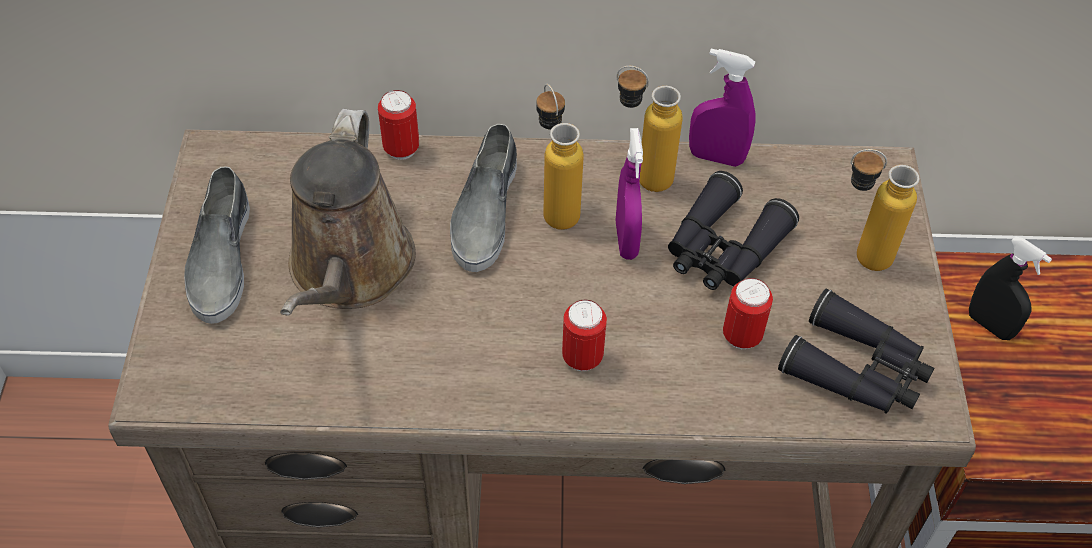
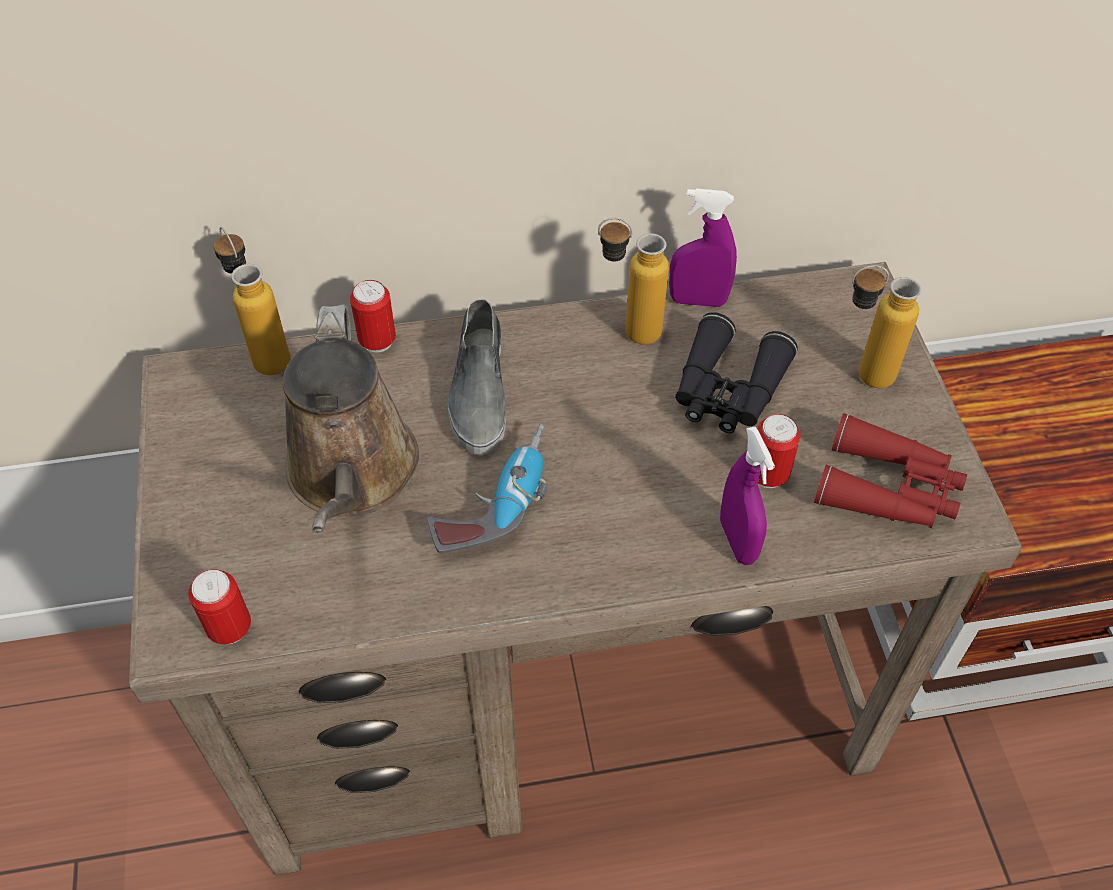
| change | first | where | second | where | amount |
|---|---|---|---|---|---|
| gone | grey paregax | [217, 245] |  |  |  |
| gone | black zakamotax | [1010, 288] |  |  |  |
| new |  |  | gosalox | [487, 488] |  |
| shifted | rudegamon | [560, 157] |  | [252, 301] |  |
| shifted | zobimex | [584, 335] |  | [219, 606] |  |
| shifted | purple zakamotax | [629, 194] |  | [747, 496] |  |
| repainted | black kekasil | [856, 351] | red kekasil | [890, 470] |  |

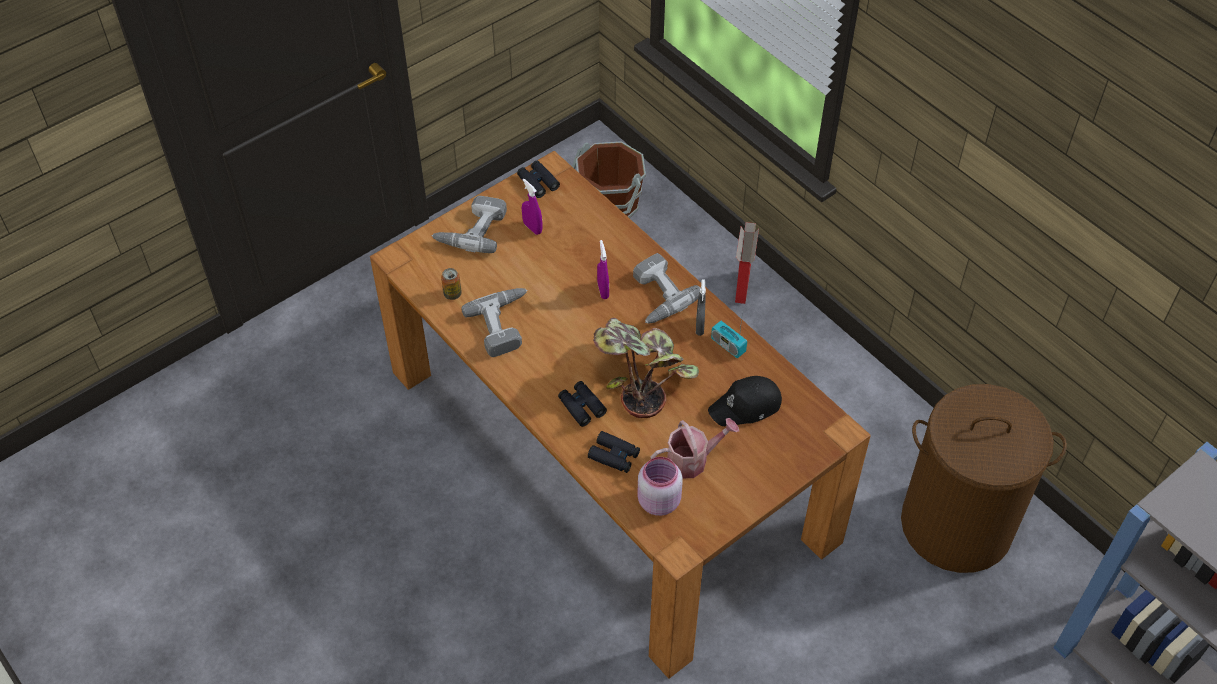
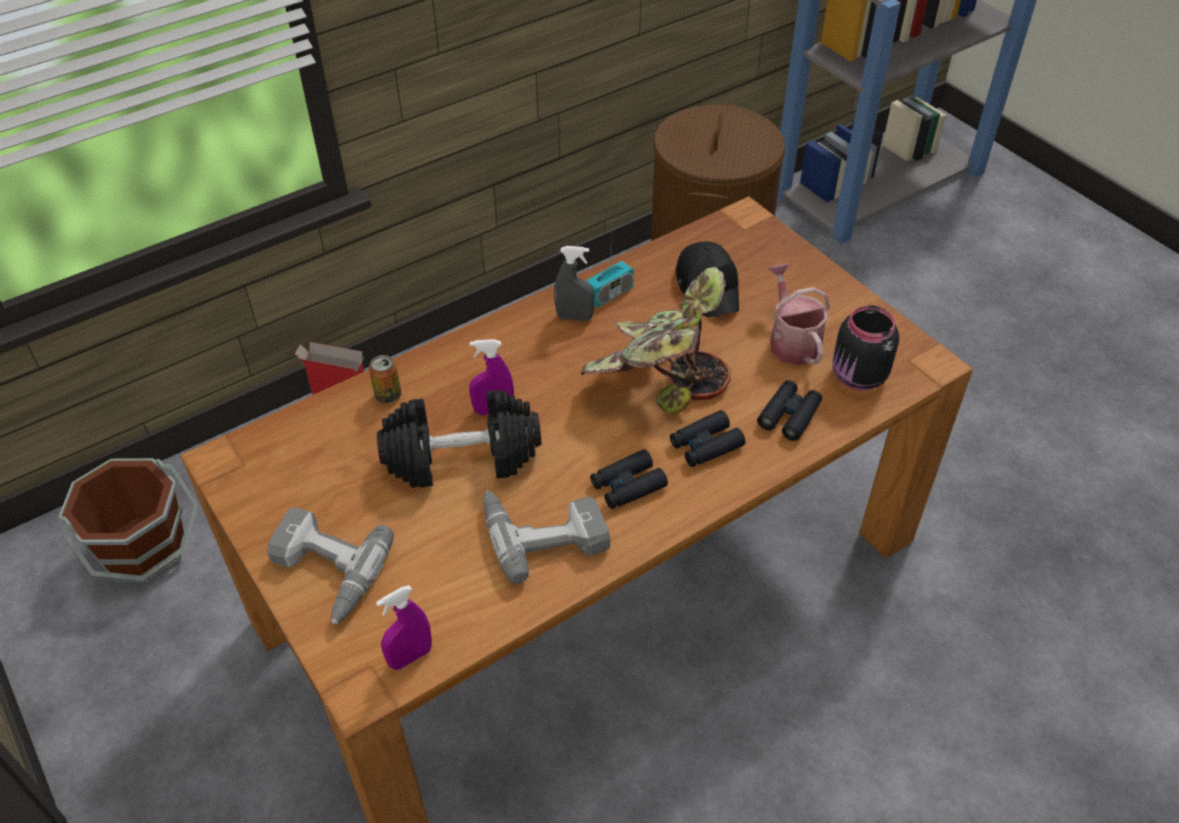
| change | first | where | second | where | amount |
|---|---|---|---|---|---|
| gone | gosalox | [666, 288] |  |  |  |
| new |  |  | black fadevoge | [459, 439] |  |
| shifted | zobimex | [451, 284] |  | [385, 379] |  |
| shifted | black kekasil | [538, 179] |  | [629, 479] |  |
| shifted | purple zakamotax | [532, 207] |  | [404, 627] |  |
| repainted | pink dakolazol | [660, 486] | black dakolazol | [866, 348] |  |

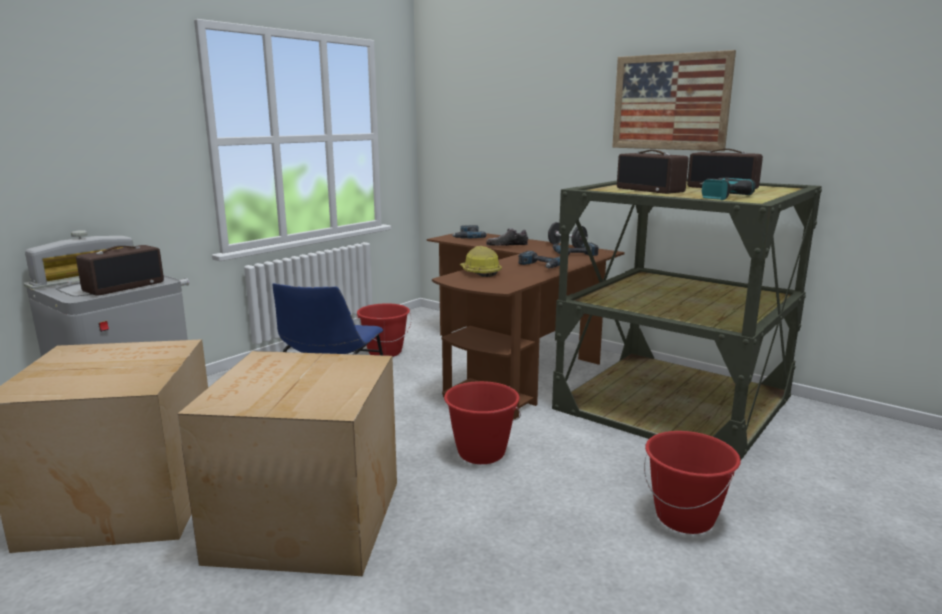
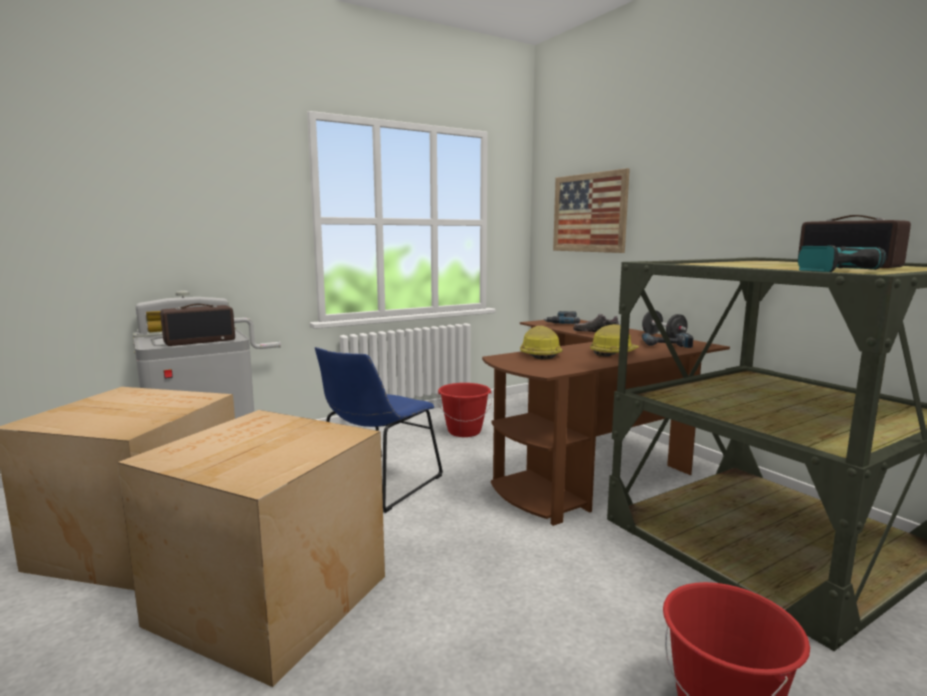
| change | first | where | second | where | amount |
|---|---|---|---|---|---|
| gone | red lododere | [482, 422] |  |  |  |
| gone | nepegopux | [653, 172] |  |  |  |
| shifted | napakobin | [674, 100] |  | [591, 210] |  |
| swapped | gosalox | [539, 259] | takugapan | [614, 340] |  |

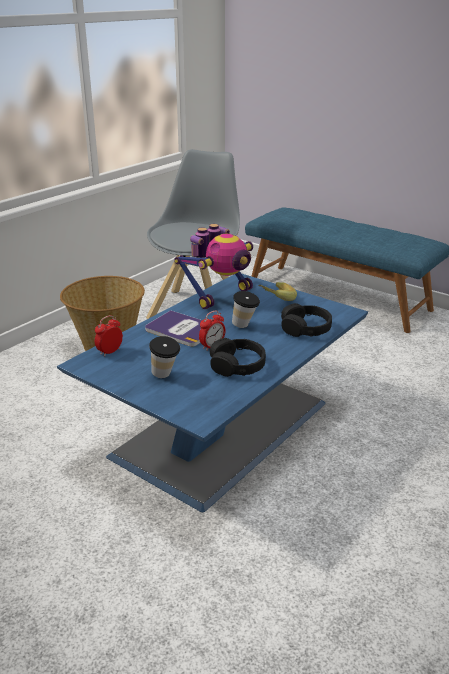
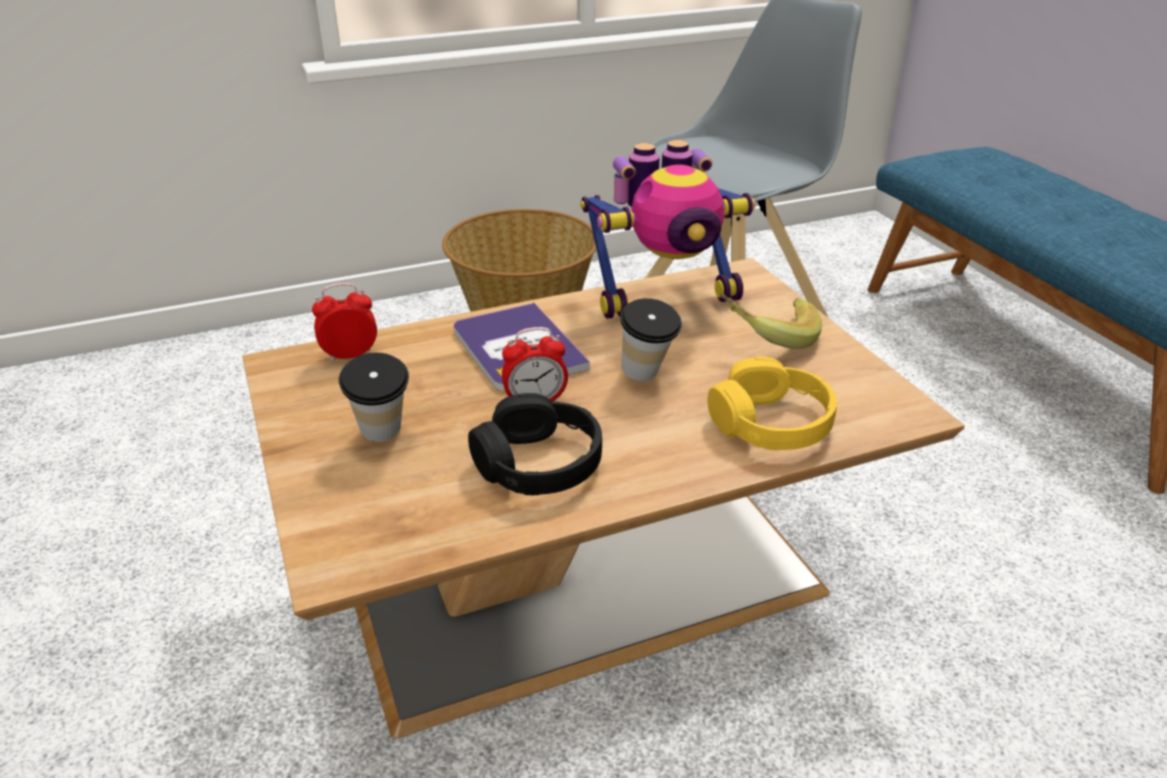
| change | first | where | second | where | amount |
|---|---|---|---|---|---|
| repainted | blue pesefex | [212, 392] | brown pesefex | [603, 498] |  |
| repainted | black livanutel | [306, 320] | yellow livanutel | [772, 403] |  |

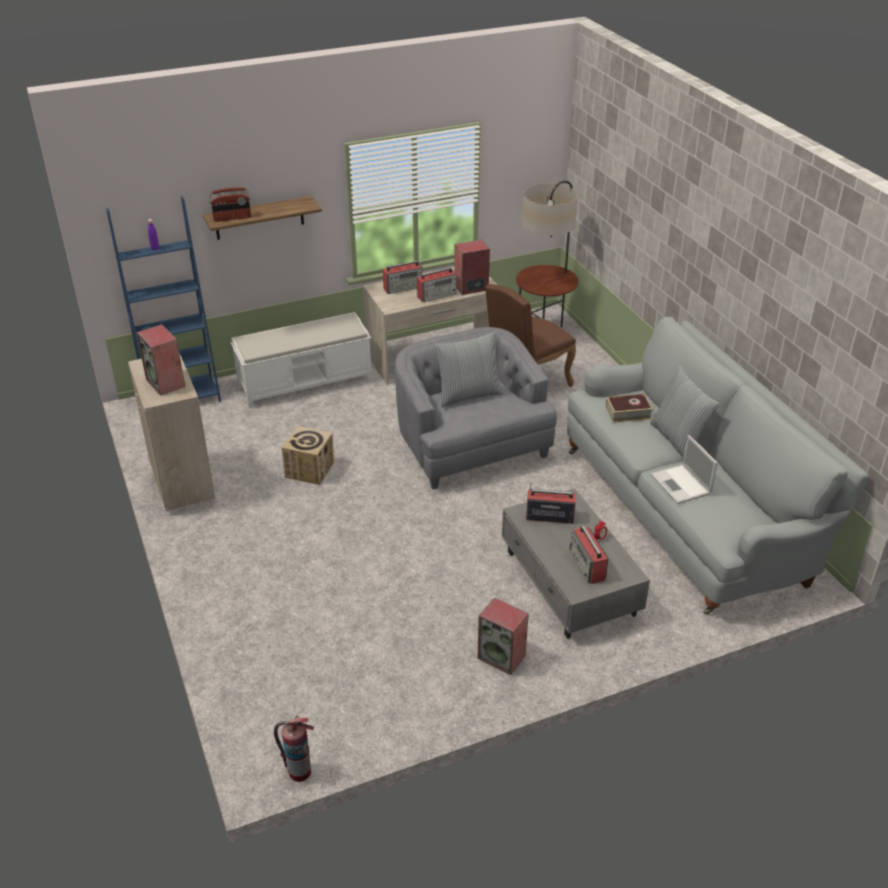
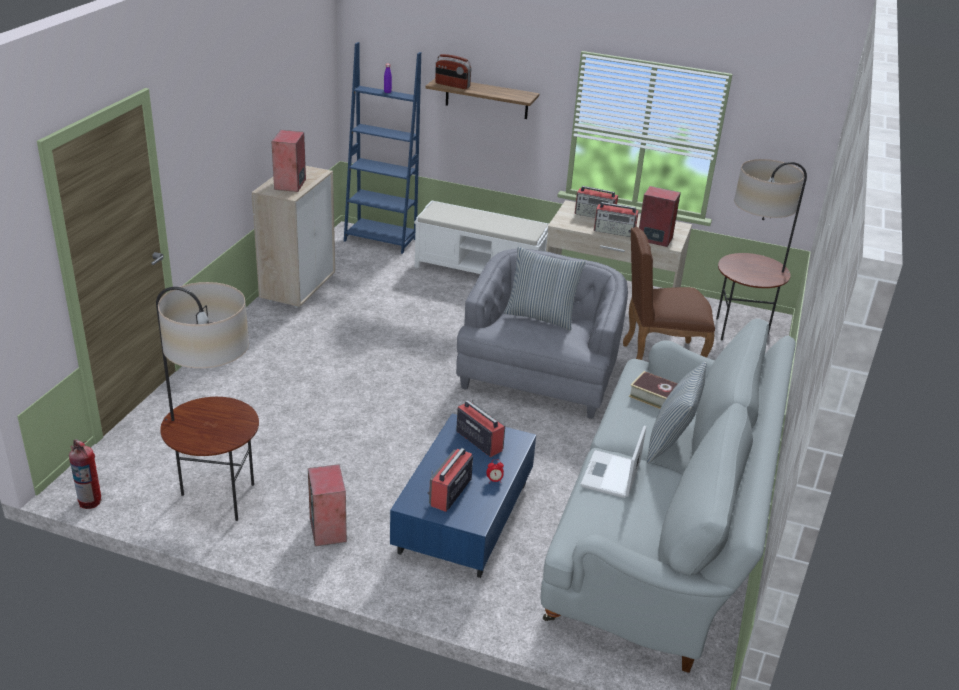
| change | first | where | second | where | amount |
|---|---|---|---|---|---|
| gone | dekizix | [308, 455] |  |  |  |
| new |  |  | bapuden | [207, 401] |  |
| repainted | grey pesefex | [576, 564] | blue pesefex | [463, 495] |  |

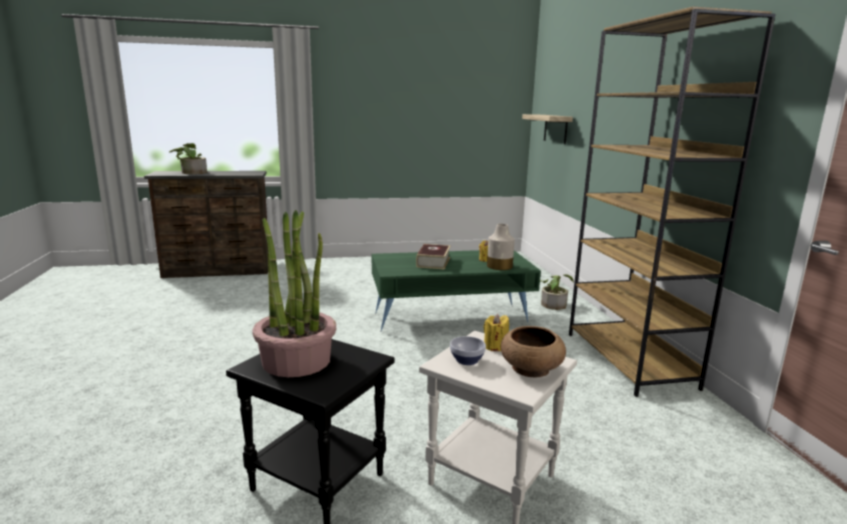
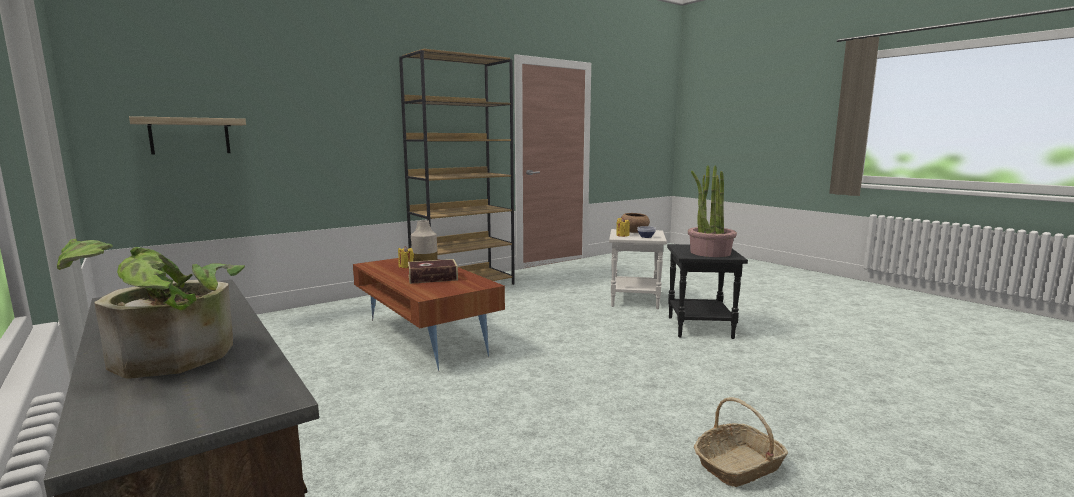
| change | first | where | second | where | amount |
|---|---|---|---|---|---|
| gone | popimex | [557, 292] |  |  |  |
| new |  |  | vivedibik | [741, 442] |  |
| repainted | green pesefex | [456, 290] | brown pesefex | [429, 314] |  |

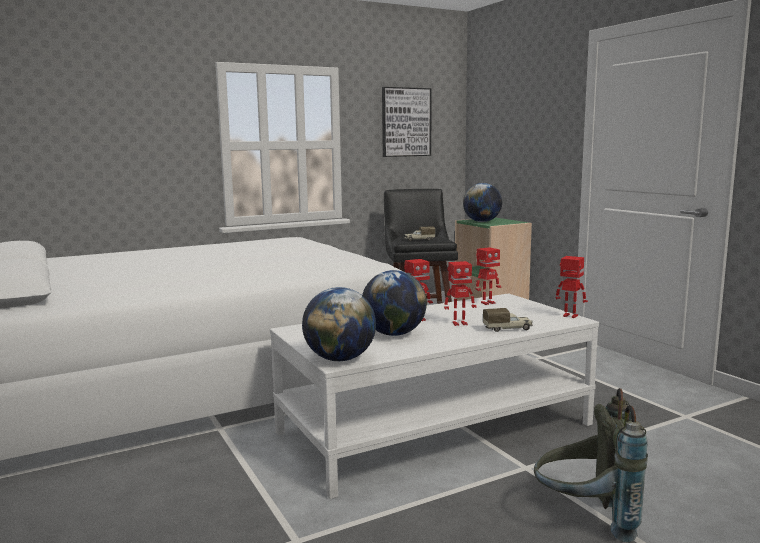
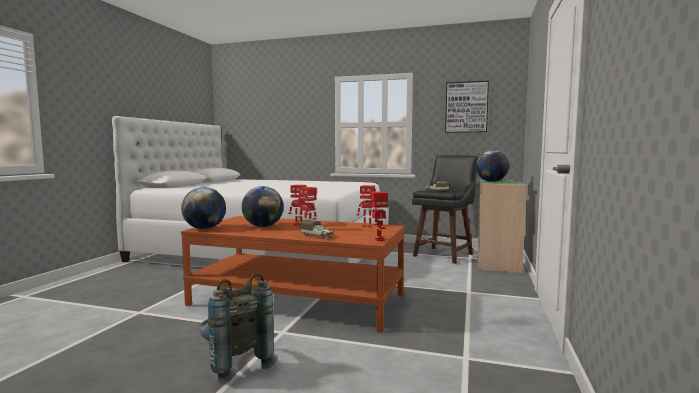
| change | first | where | second | where | amount |
|---|---|---|---|---|---|
| repainted | white pesefex | [434, 396] | brown pesefex | [293, 274] |  |

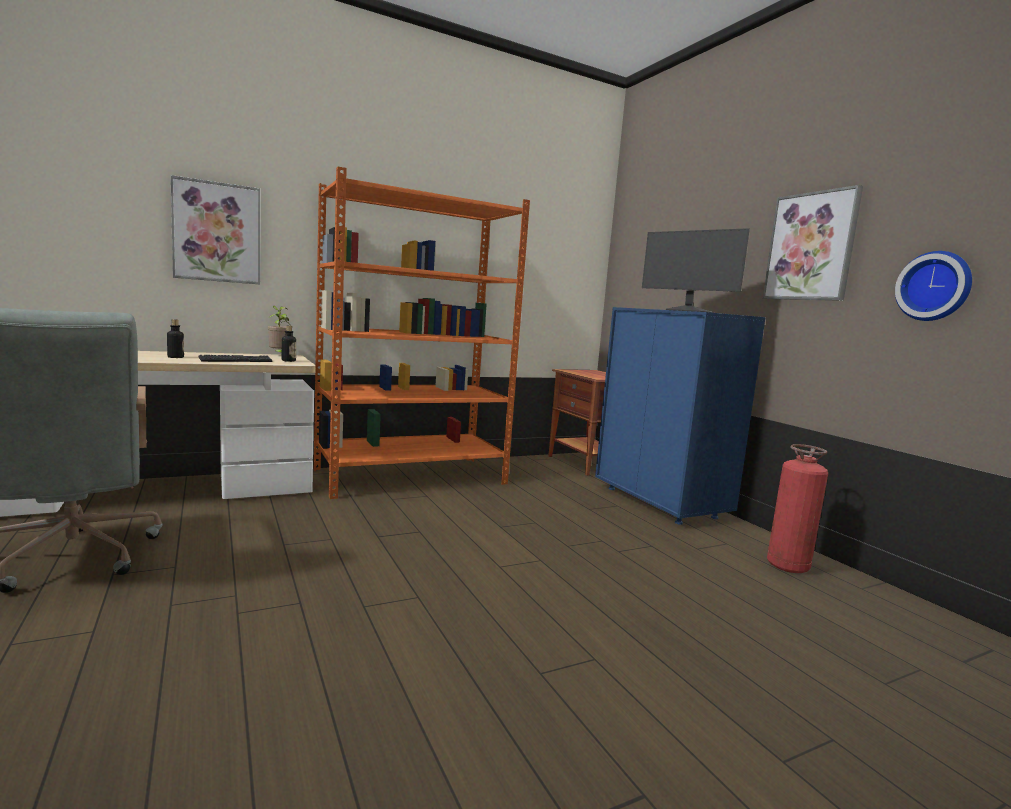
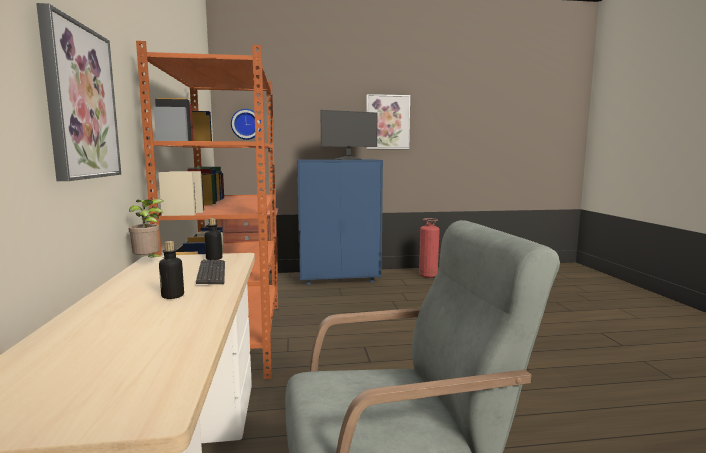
| change | first | where | second | where | amount |
|---|---|---|---|---|---|
| shifted | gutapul | [933, 286] |  | [246, 124] |  |

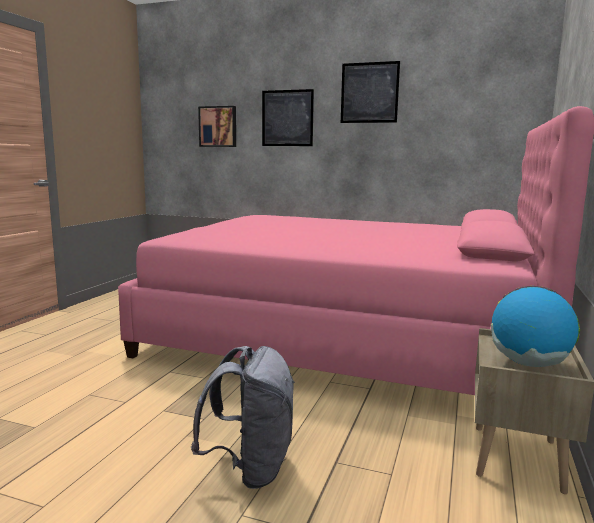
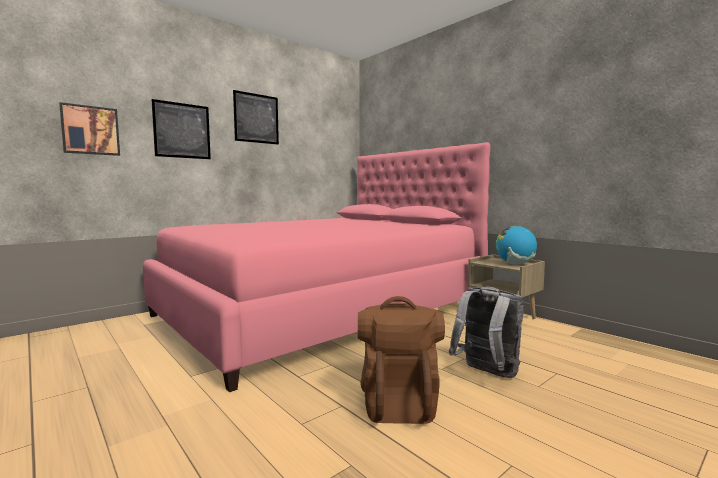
| change | first | where | second | where | amount |
|---|---|---|---|---|---|
| new |  |  | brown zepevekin | [401, 360] |  |

